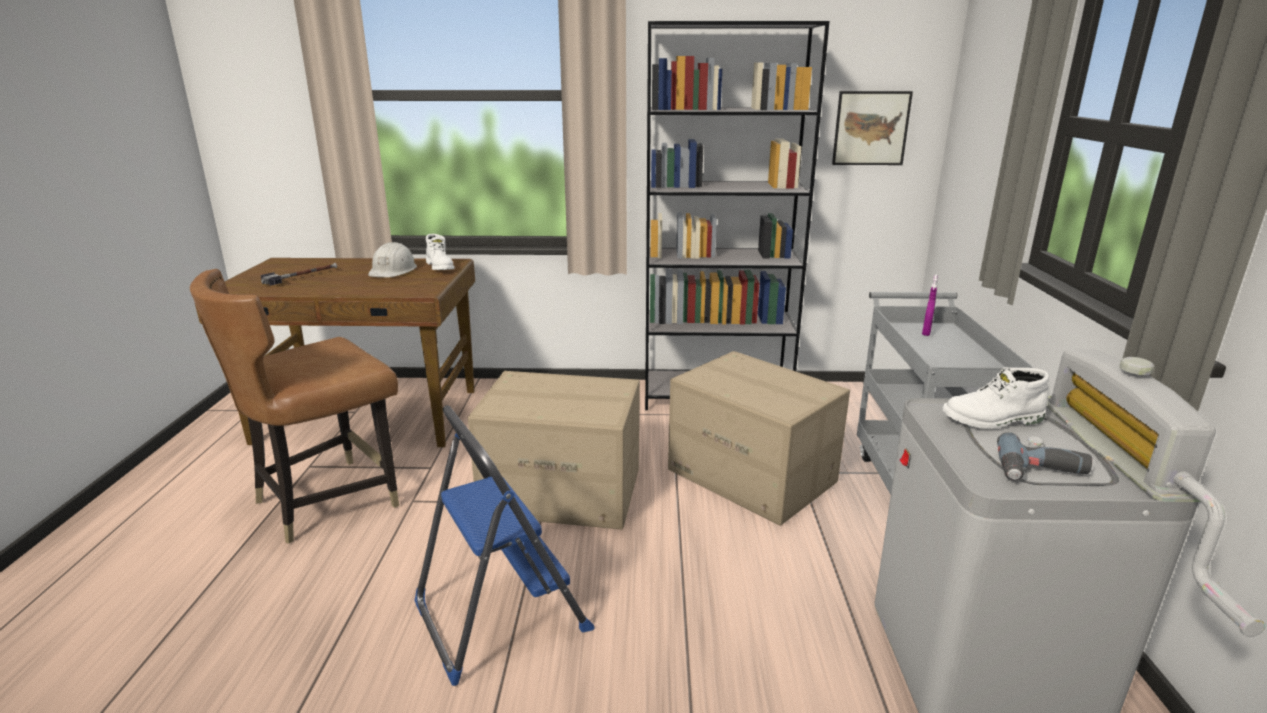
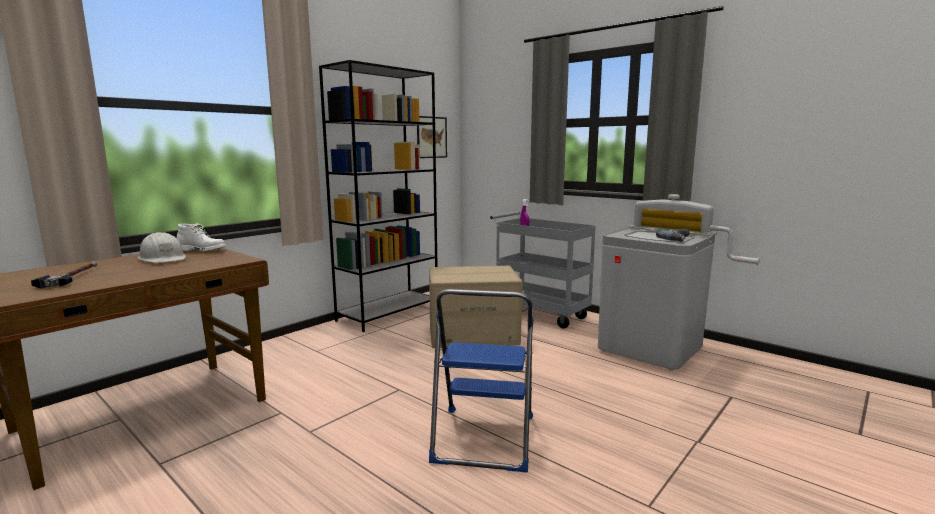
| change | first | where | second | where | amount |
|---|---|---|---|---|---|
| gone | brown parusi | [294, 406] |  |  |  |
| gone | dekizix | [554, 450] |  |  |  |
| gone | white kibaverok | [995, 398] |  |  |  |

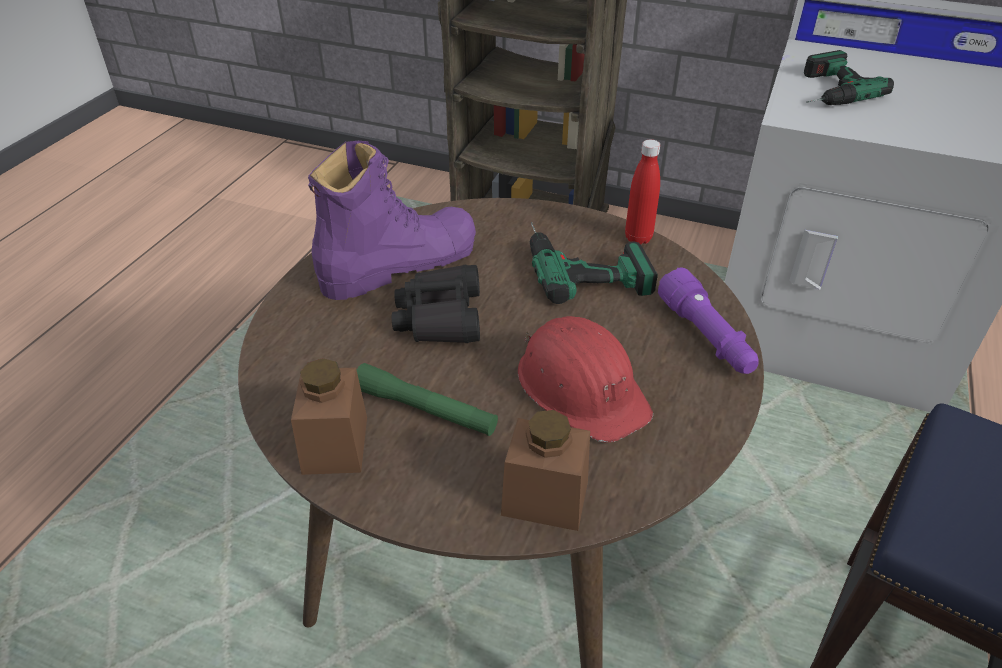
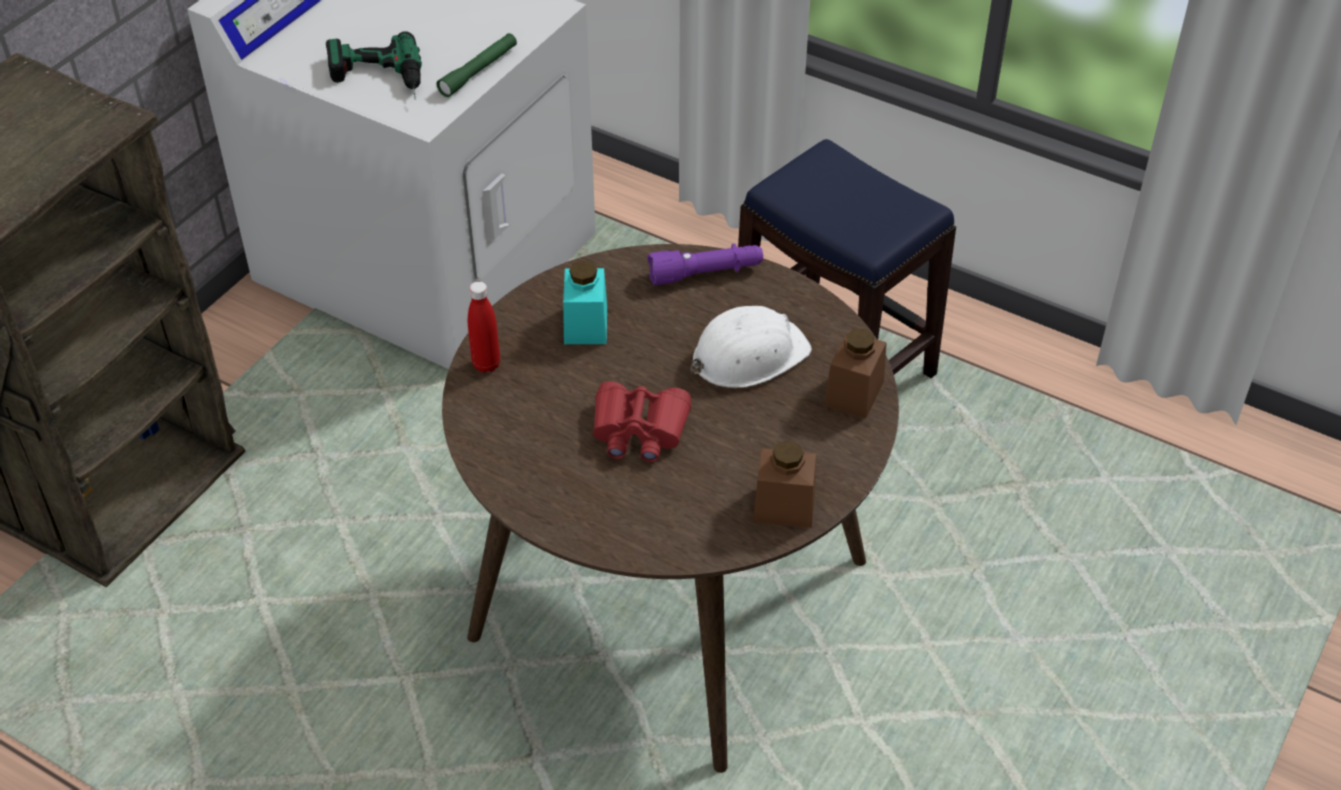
| change | first | where | second | where | amount |
|---|---|---|---|---|---|
| gone | purple kibaverok | [392, 220] |  |  |  |
| shifted | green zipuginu | [427, 399] |  | [477, 65] |  |
| shifted | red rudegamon | [642, 192] |  | [484, 327] |  |
| swapped | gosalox | [594, 263] | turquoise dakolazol | [585, 302] |  |
| repainted | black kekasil | [436, 304] | red kekasil | [642, 421] |  |
| repainted | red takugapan | [585, 379] | white takugapan | [751, 347] |  |

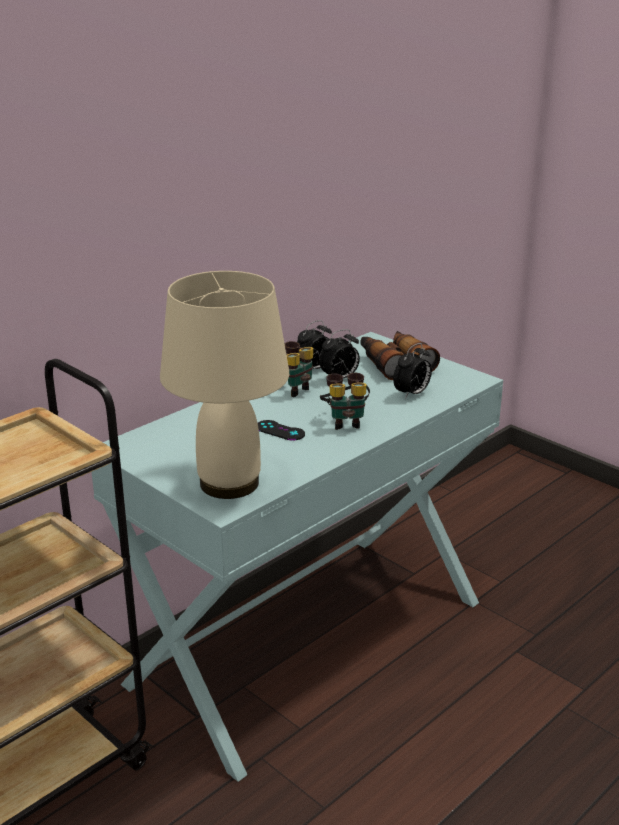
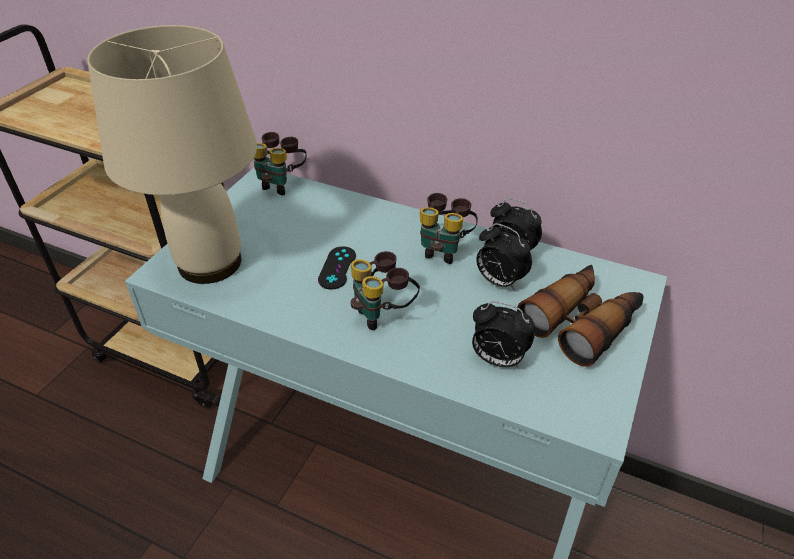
| change | first | where | second | where | amount |
|---|---|---|---|---|---|
| new |  |  | kekasil | [280, 163] |  |

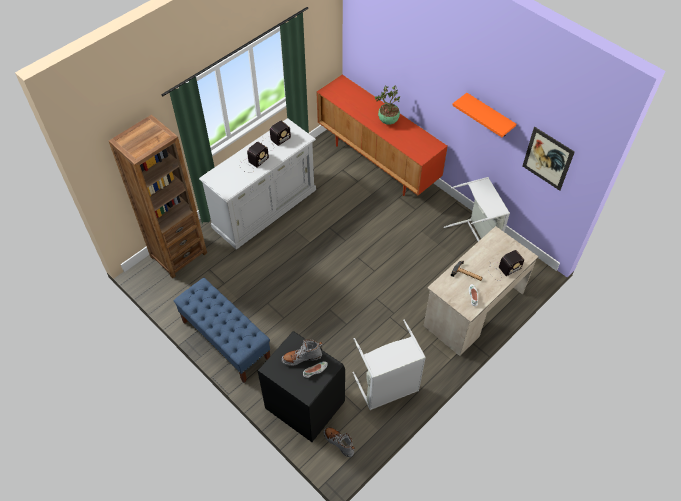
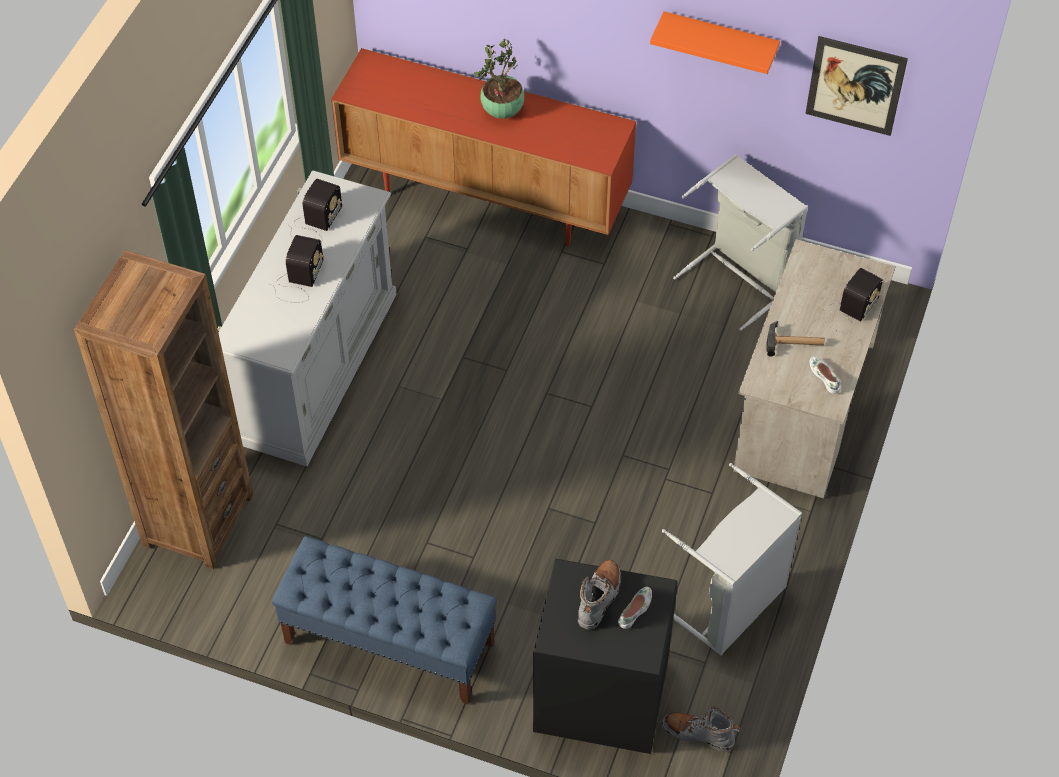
| change | first | where | second | where | amount |
|---|---|---|---|---|---|
| rotated | grey kibaverok | [302, 352] |  | [599, 595] | 150 degrees clockwise |

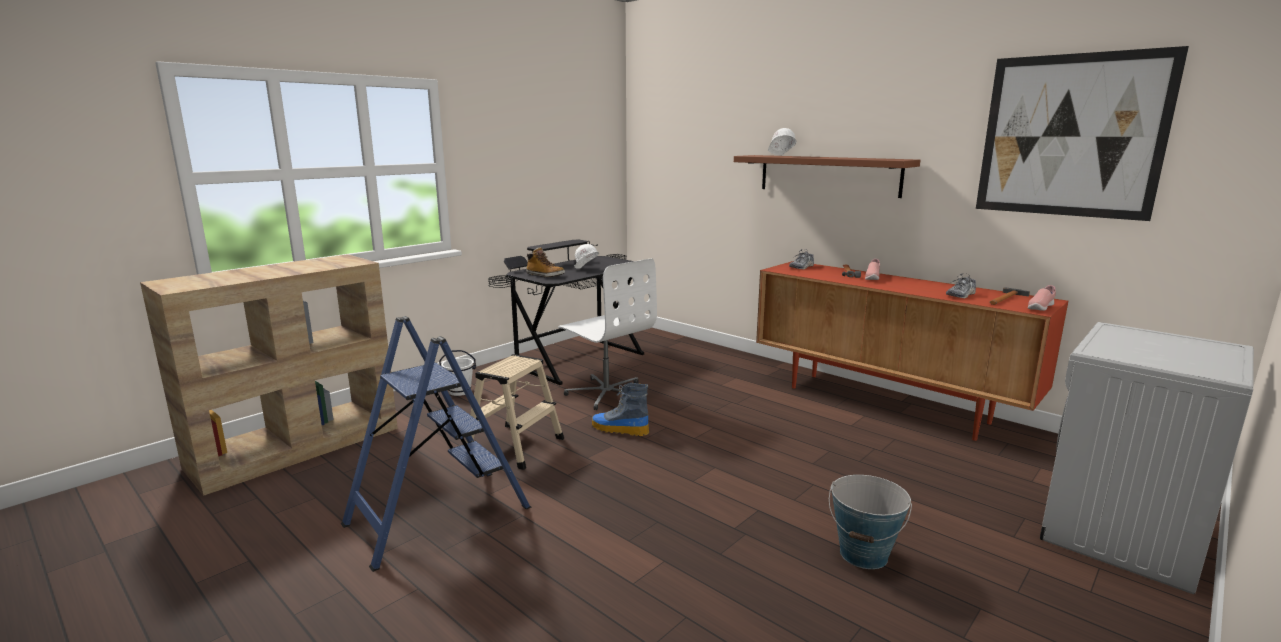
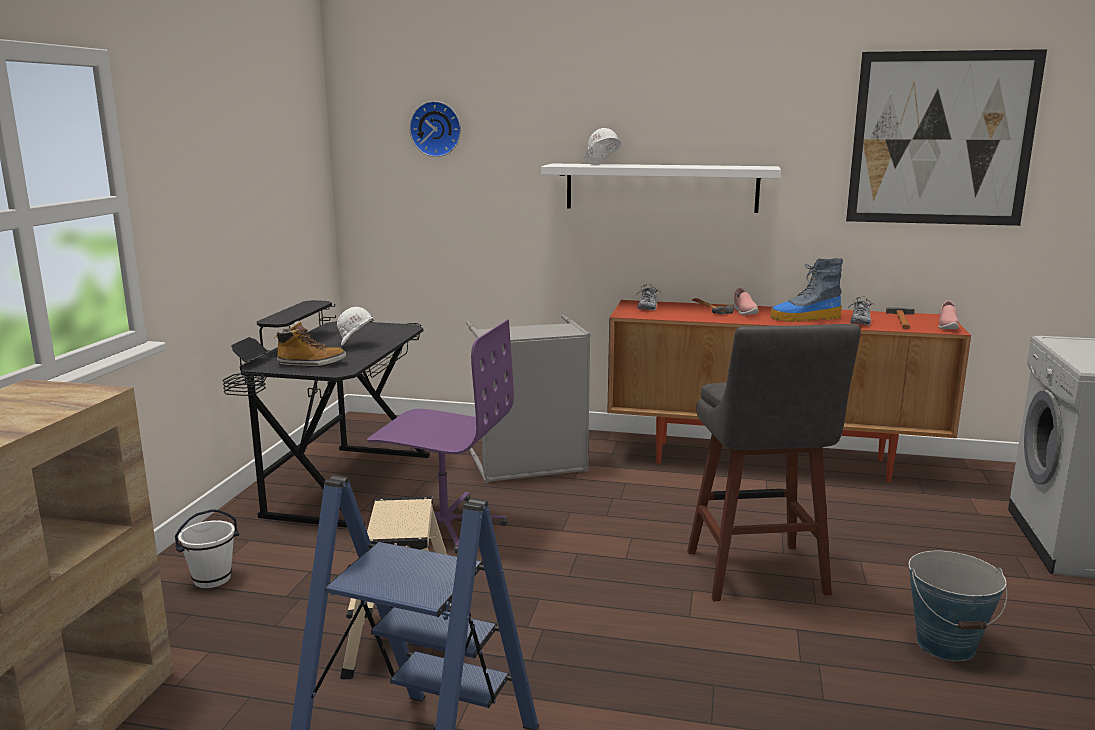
| change | first | where | second | where | amount |
|---|---|---|---|---|---|
| new |  |  | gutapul | [435, 129] |  |
| new |  |  | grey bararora | [528, 399] |  |
| new |  |  | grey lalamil | [774, 462] |  |
| shifted | kibaverok | [620, 409] |  | [807, 290] |  |
| repainted | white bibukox | [607, 334] | purple bibukox | [440, 436] |  |
| repainted | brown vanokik | [827, 176] | white vanokik | [661, 188] |  |

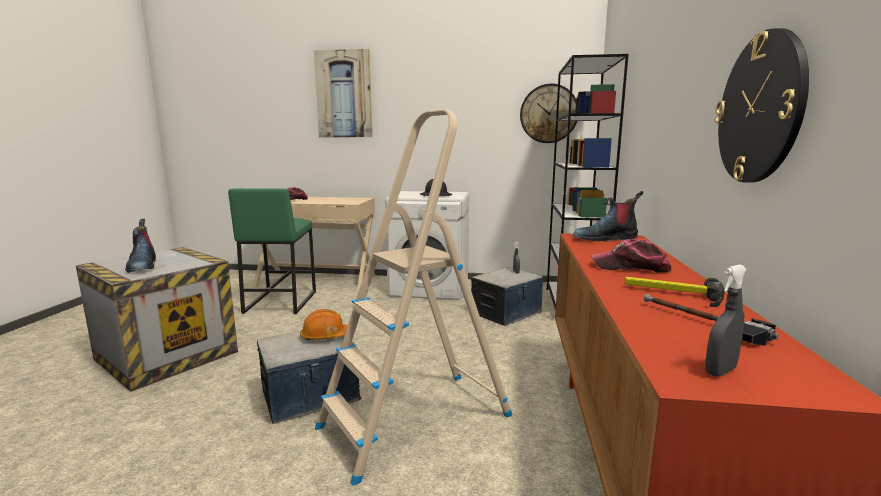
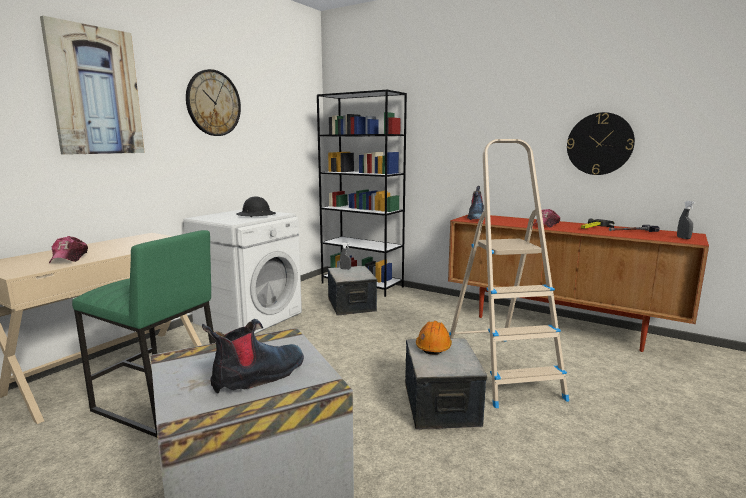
| change | first | where | second | where | amount |
|---|---|---|---|---|---|
| shifted | gutapul | [548, 113] |  | [213, 102] |  |
| rotated | kibaverok | [140, 246] |  | [253, 356] | 45 degrees counterclockwise |

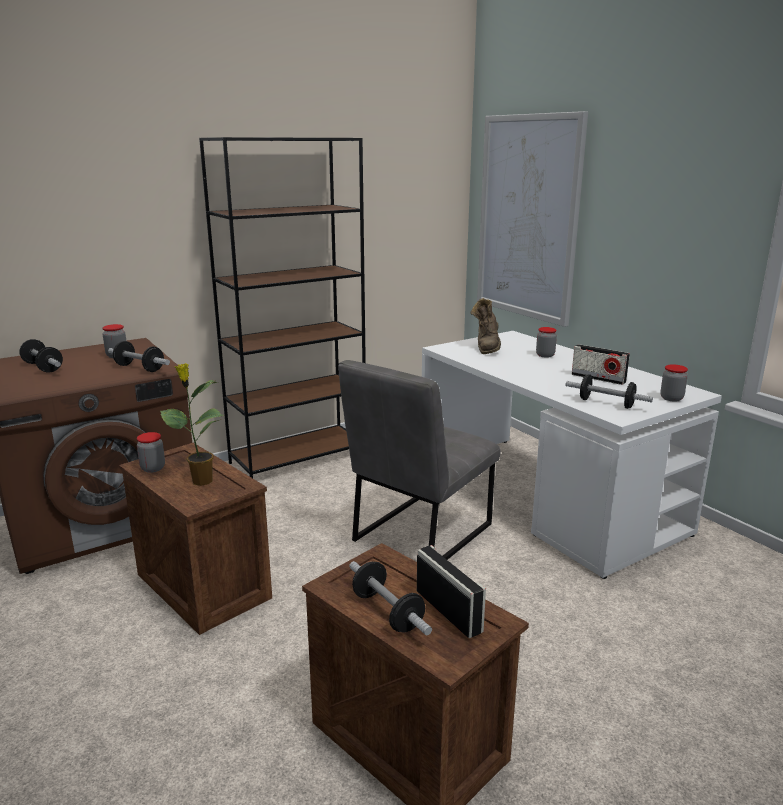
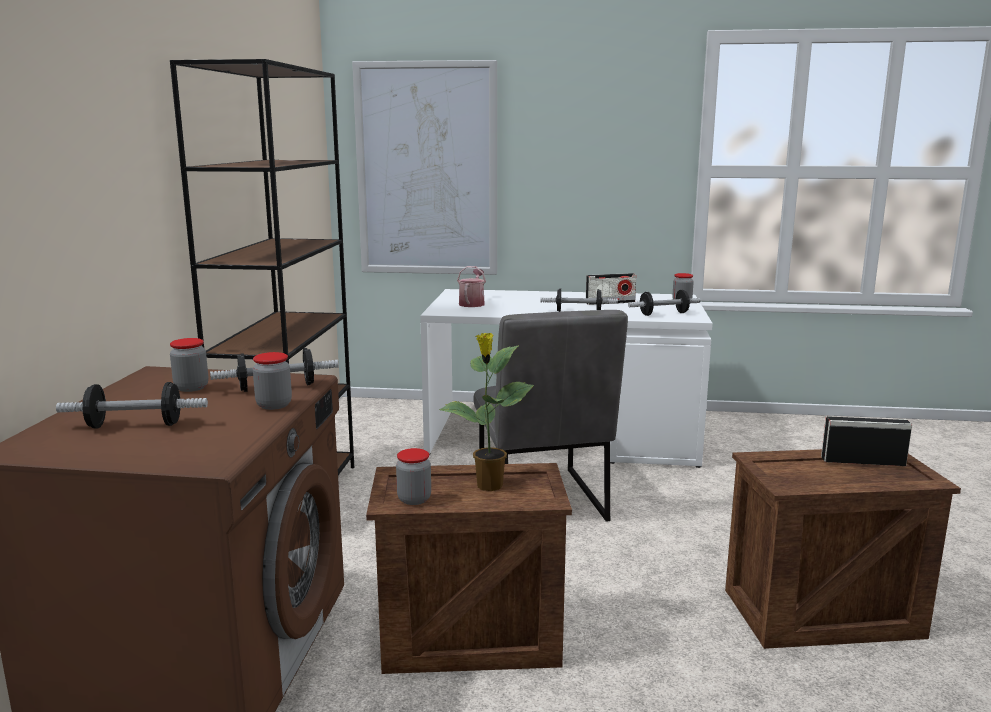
| change | first | where | second | where | amount |
|---|---|---|---|---|---|
| shifted | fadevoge | [390, 598] |  | [579, 300] |  |
| shifted | dakolazol | [546, 342] |  | [272, 381] |  |
| swapped | brown kibaverok | [486, 326] | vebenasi | [471, 286] |  |

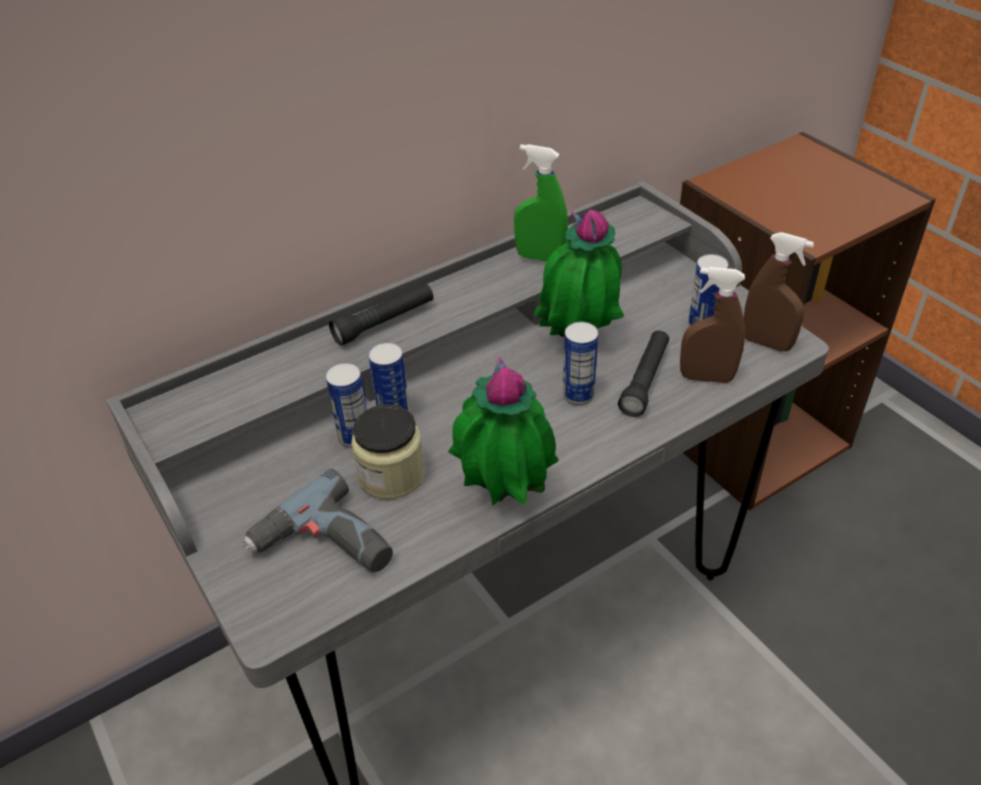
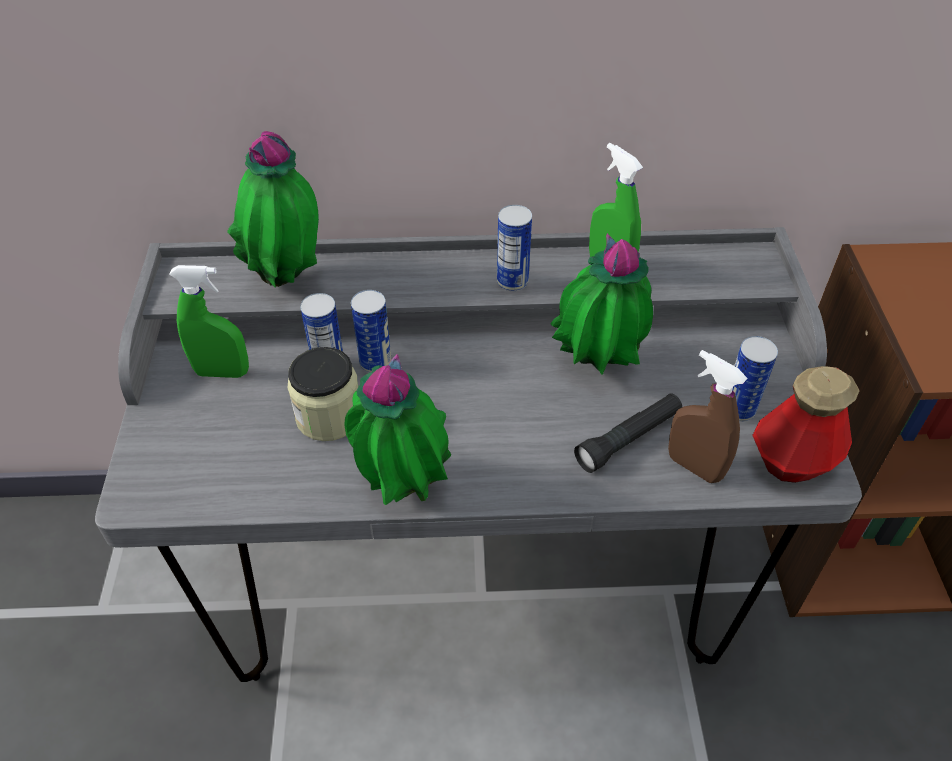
| change | first | where | second | where | amount |
|---|---|---|---|---|---|
| gone | gosalox | [318, 521] |  |  |  |
| gone | black zipuginu | [381, 315] |  |  |  |
| new |  |  | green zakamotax | [209, 321] |  |
| new |  |  | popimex | [273, 209] |  |
| shifted | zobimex | [580, 363] |  | [514, 248] |  |
| swapped | brown zakamotax | [778, 292] | rudegamon | [806, 424] |  |

